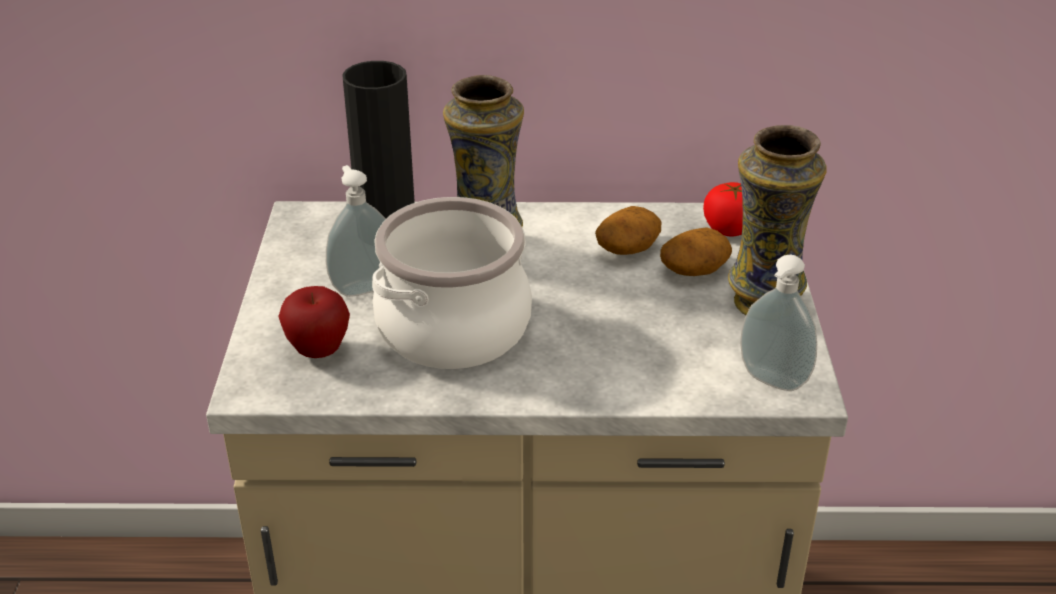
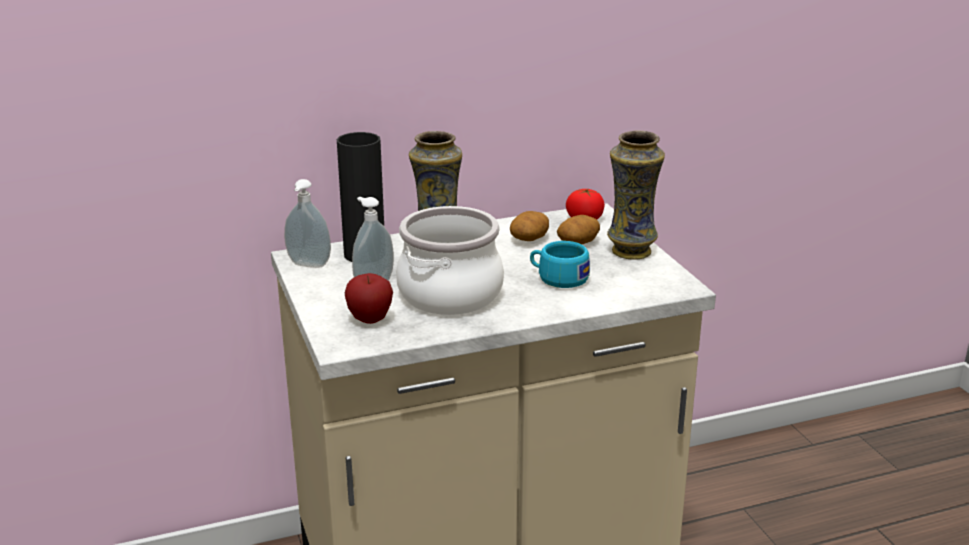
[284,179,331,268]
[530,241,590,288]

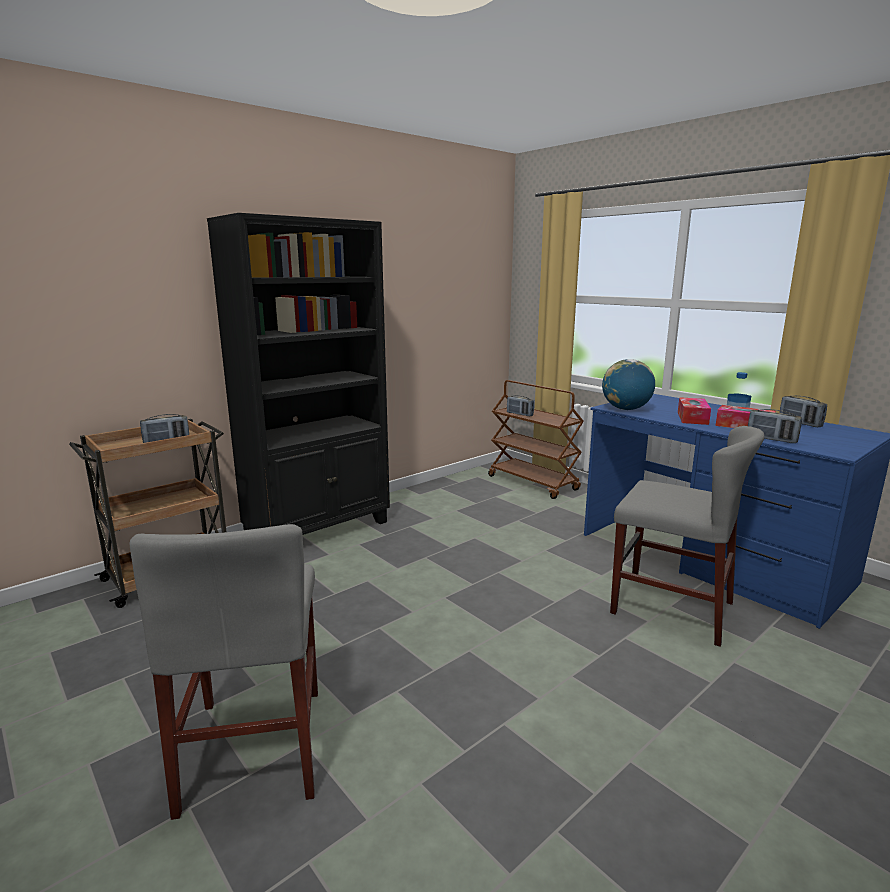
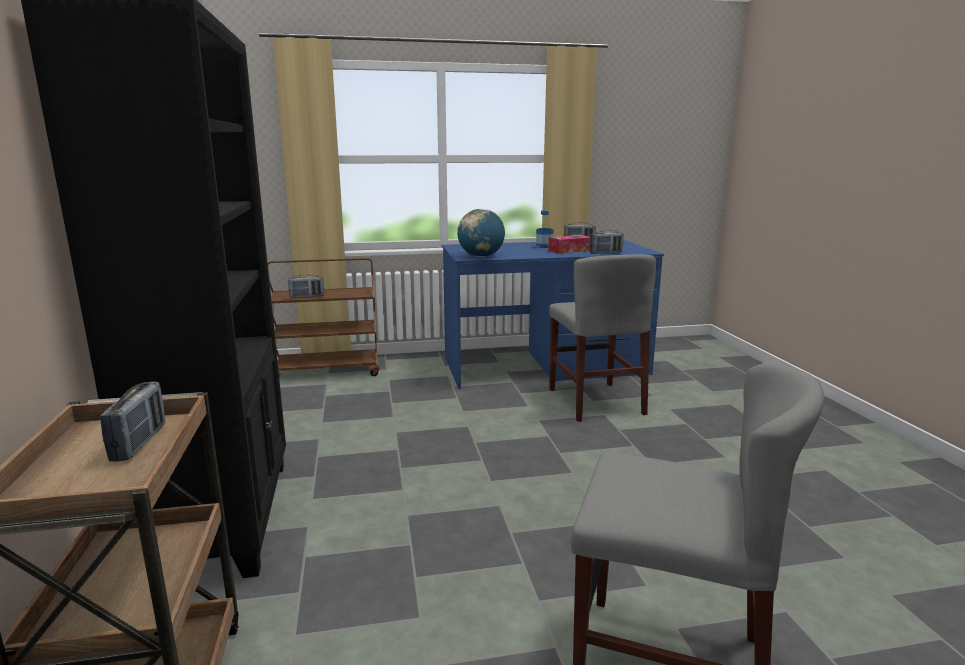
[549,255,656,422]
[678,397,711,425] (first image)

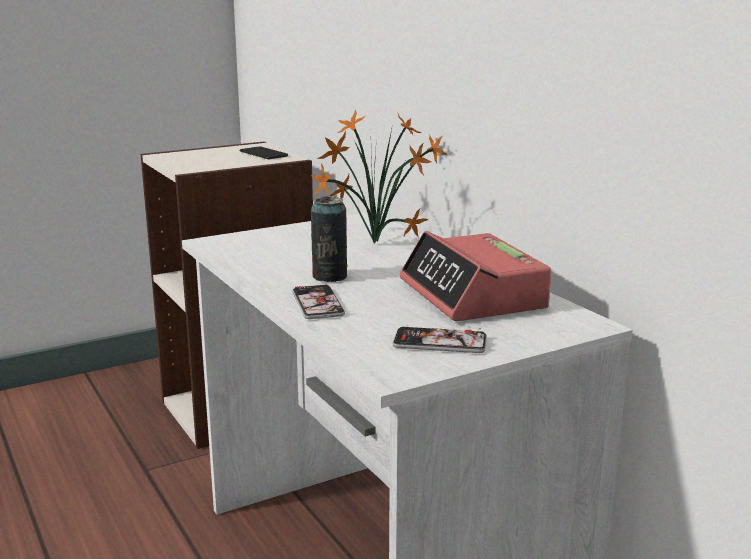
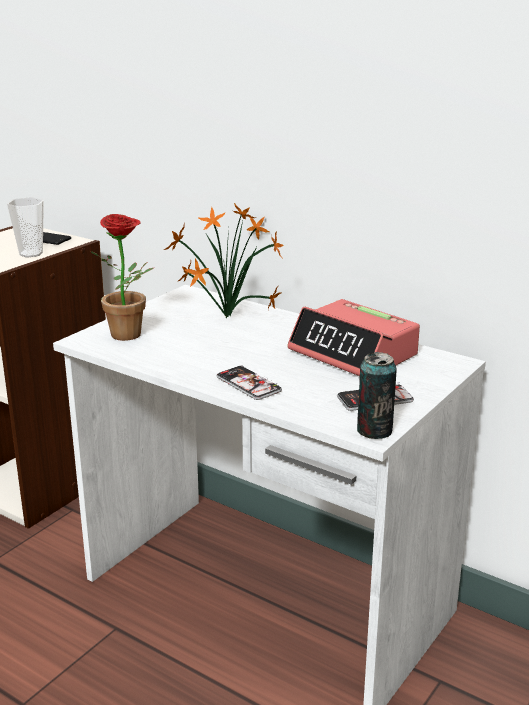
[7,197,44,257]
[90,214,154,341]
[357,352,397,439]

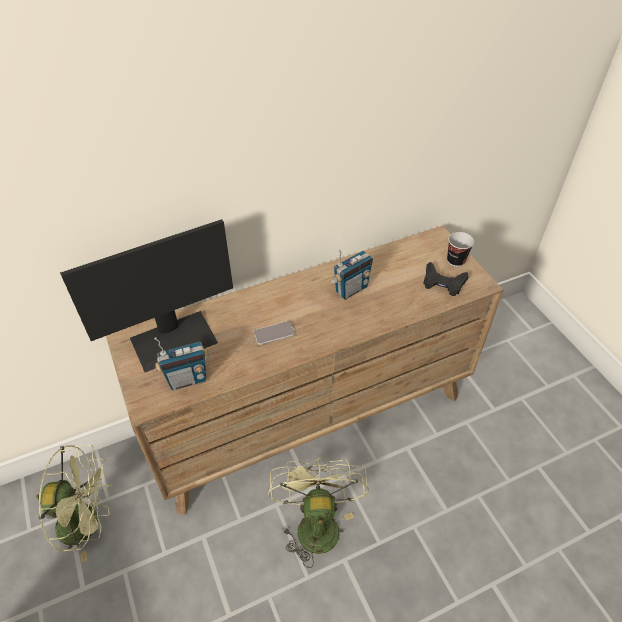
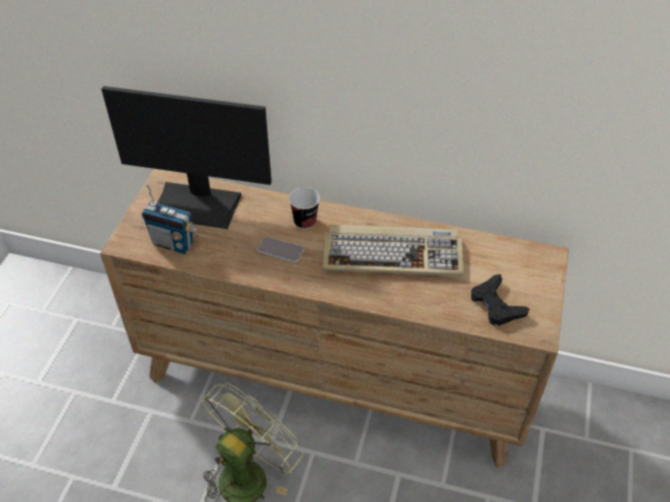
[289,187,320,229]
[323,225,464,276]
[36,445,112,562] (first image)

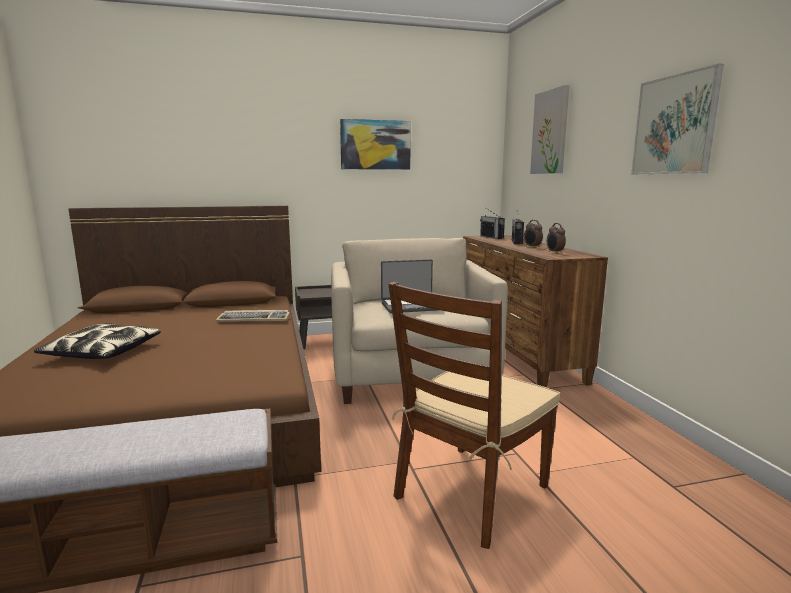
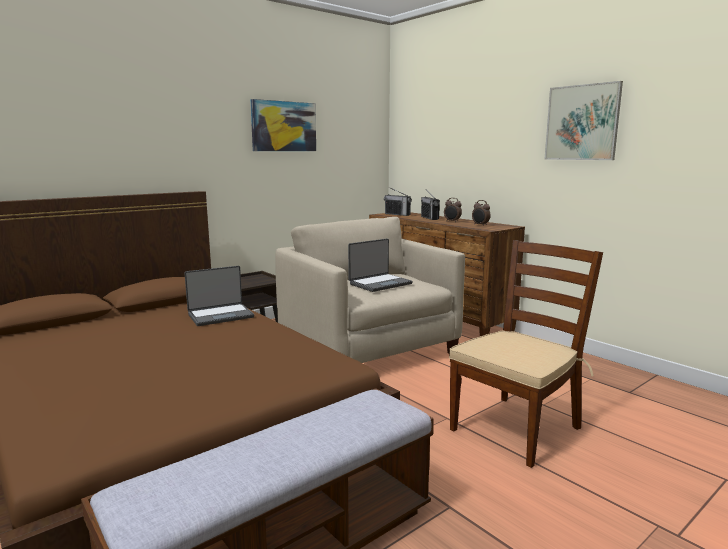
[185,266,254,326]
[449,240,603,468]
[34,323,161,359] (first image)
[530,85,569,174] (first image)

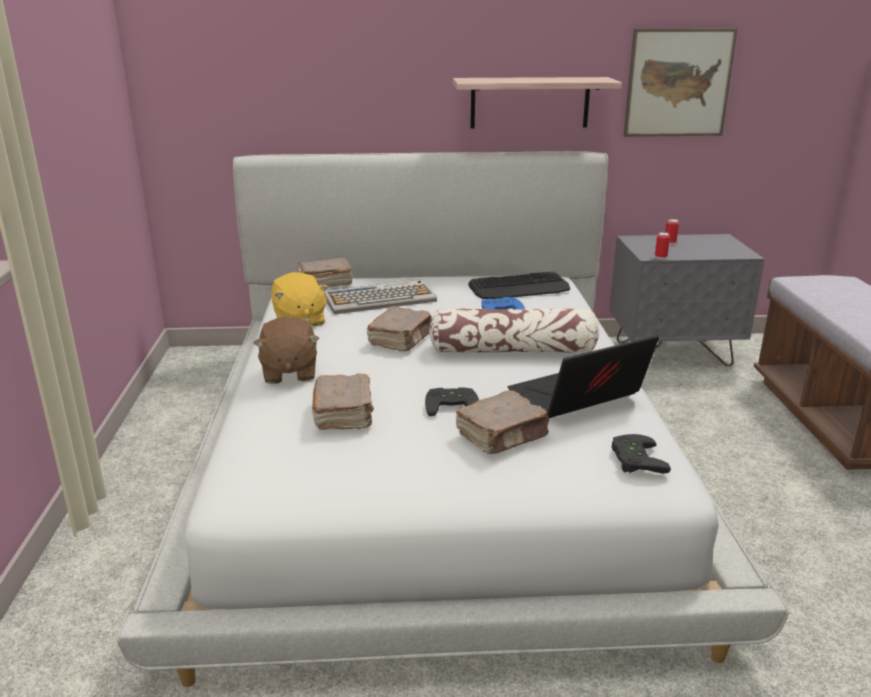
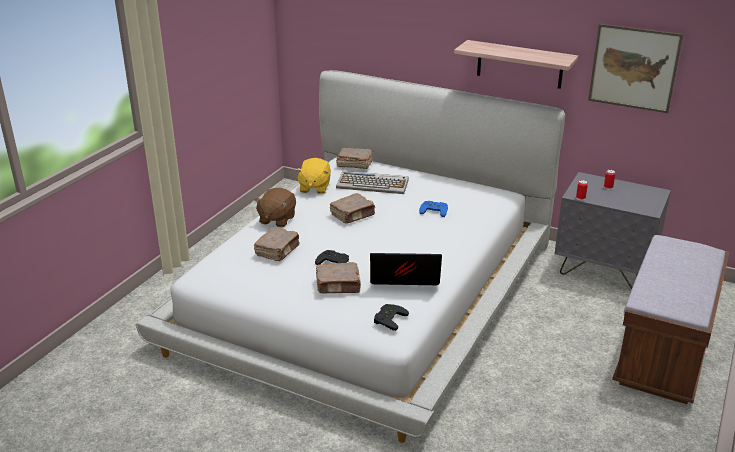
[429,308,599,353] (first image)
[468,272,570,299] (first image)

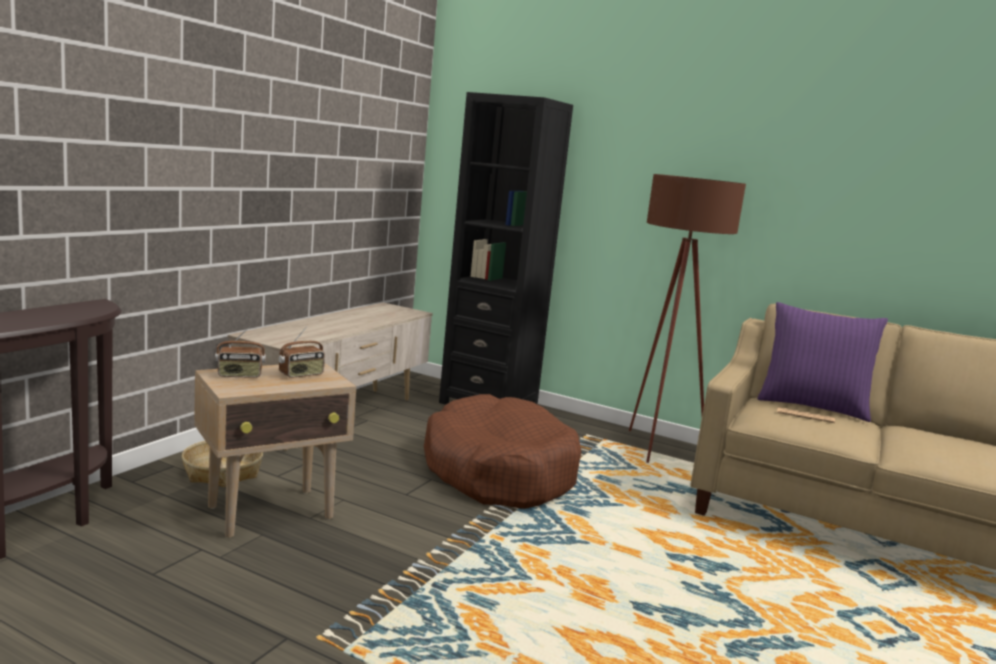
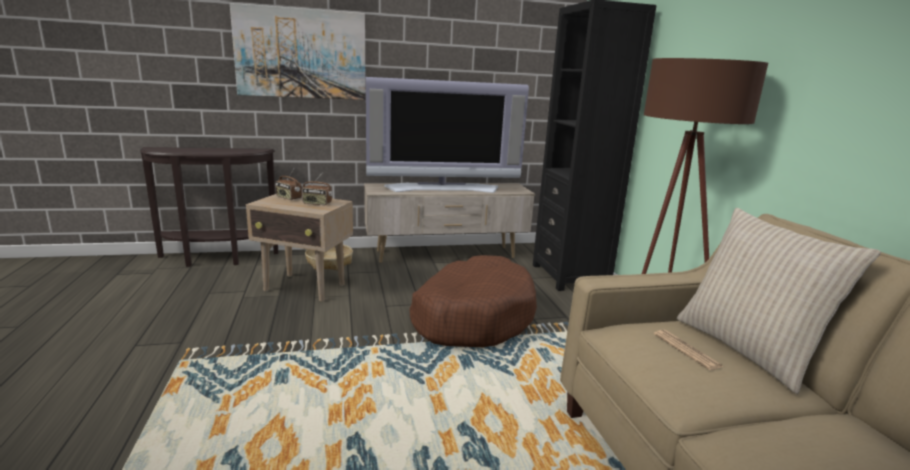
[230,3,366,100]
[366,77,529,193]
[677,208,881,394]

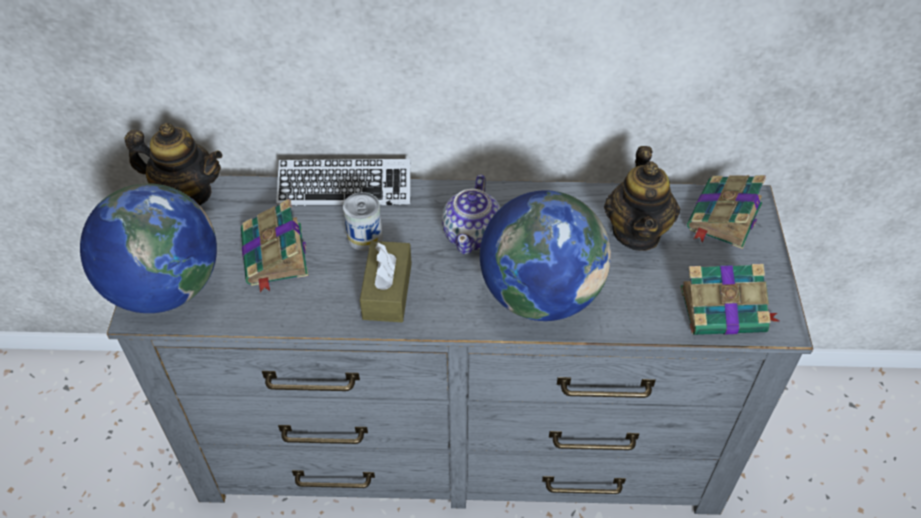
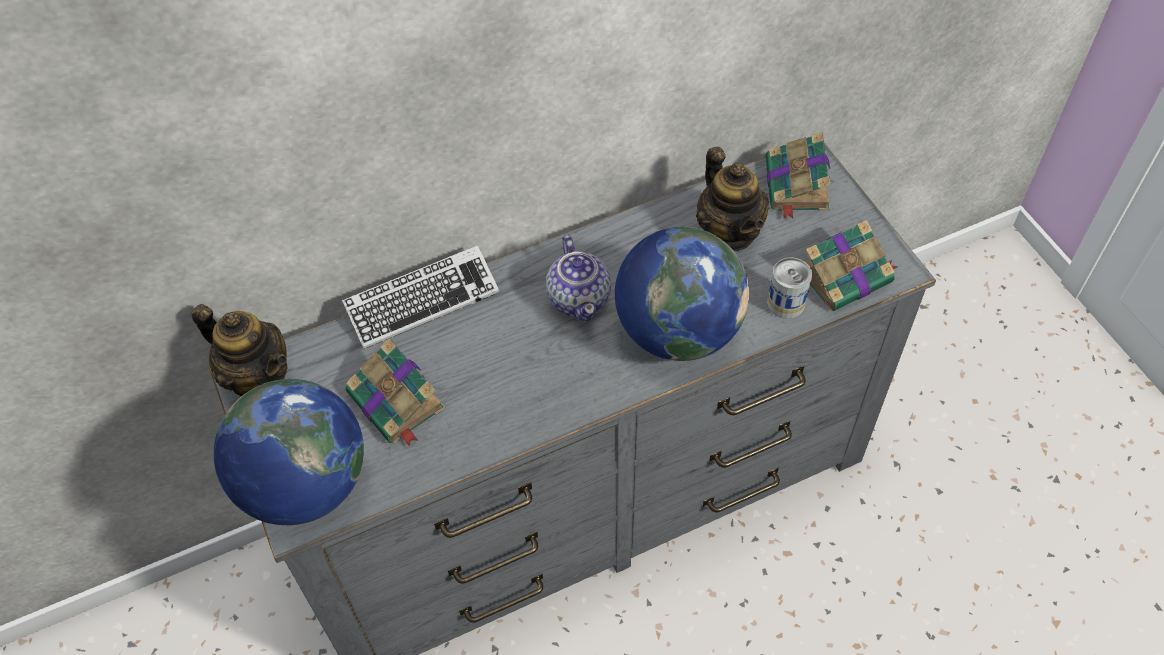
[191,304,287,396]
[767,257,812,319]
[360,241,412,322] (first image)

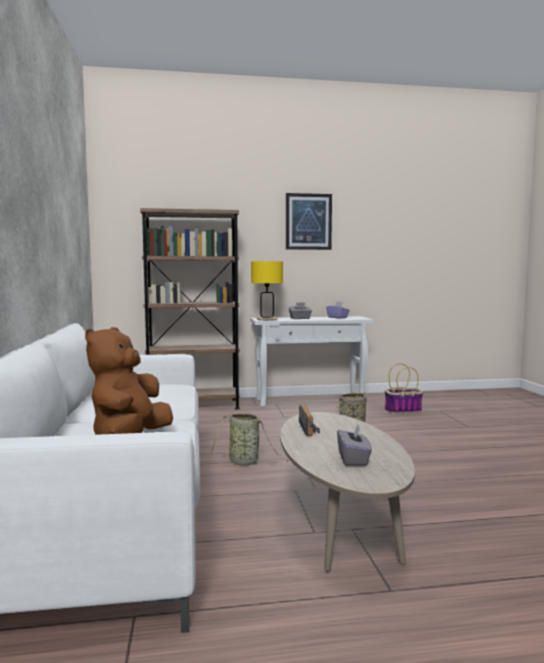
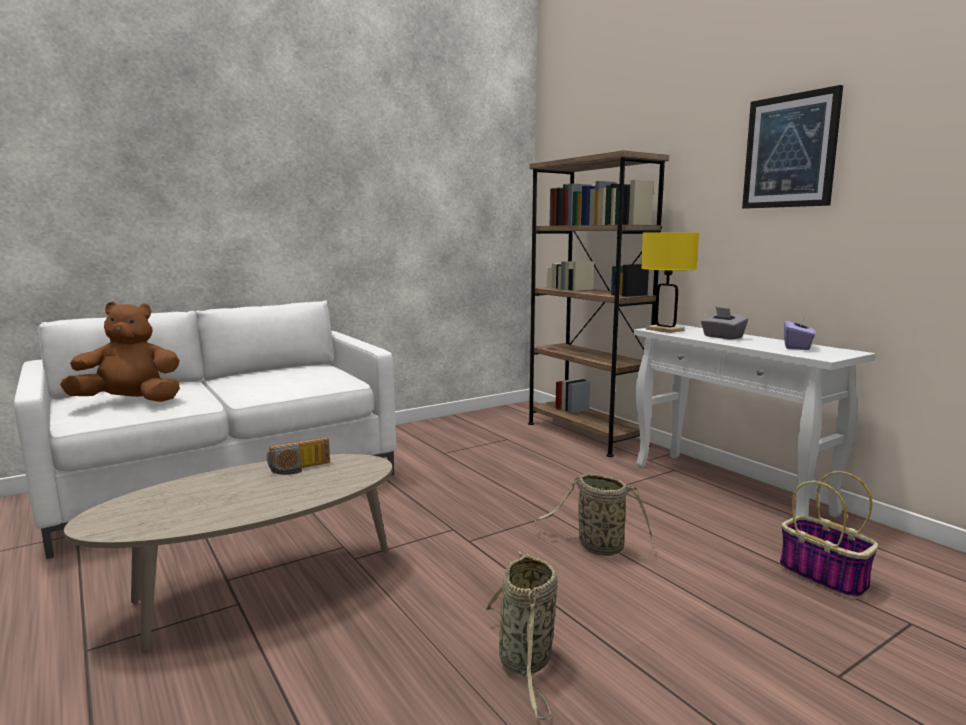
[482,551,558,720]
[337,424,372,466] (first image)

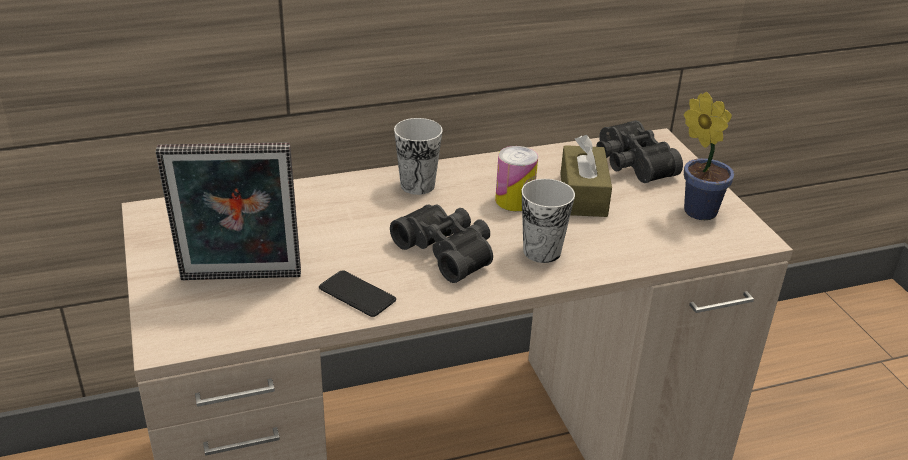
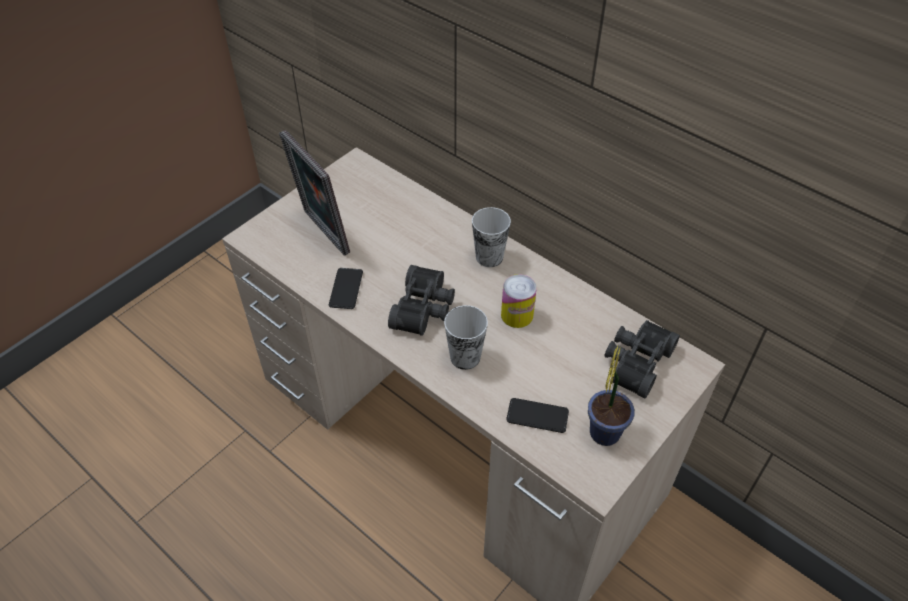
[506,398,569,433]
[560,135,612,217] (first image)

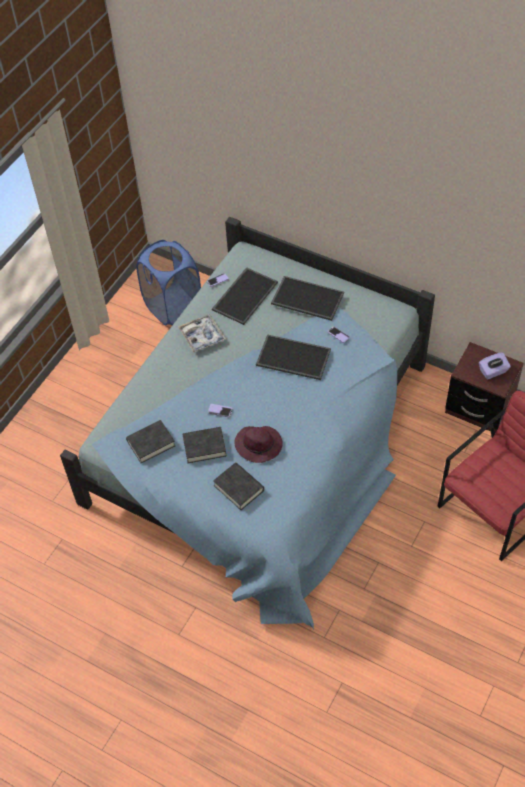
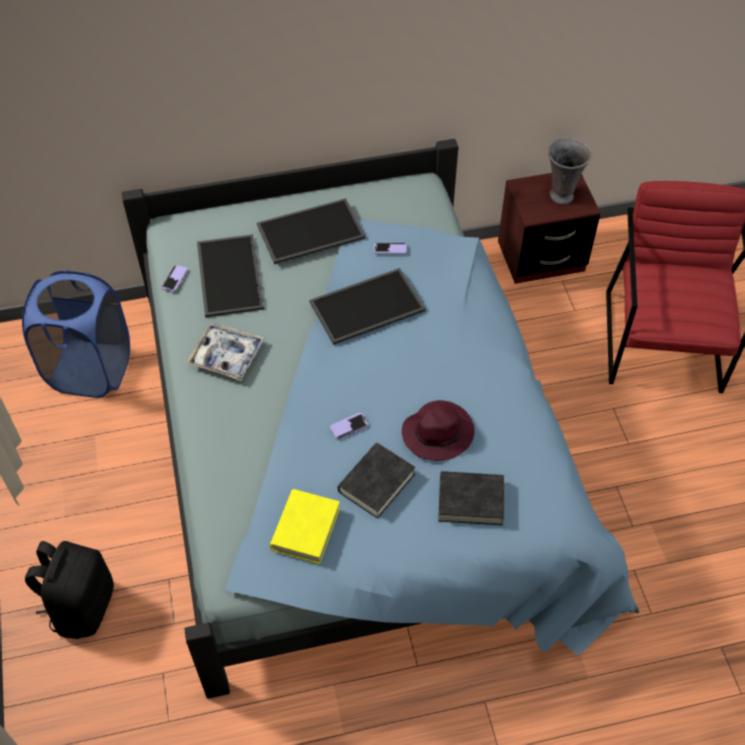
[25,541,114,639]
[270,489,340,564]
[549,137,592,205]

